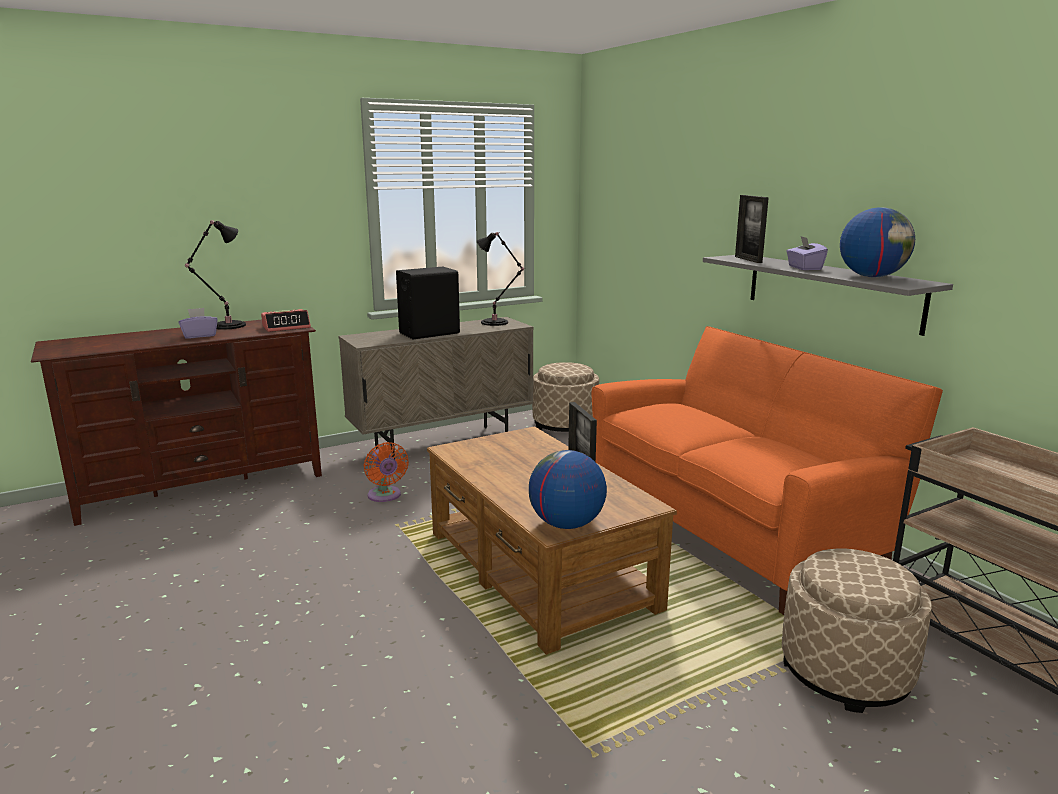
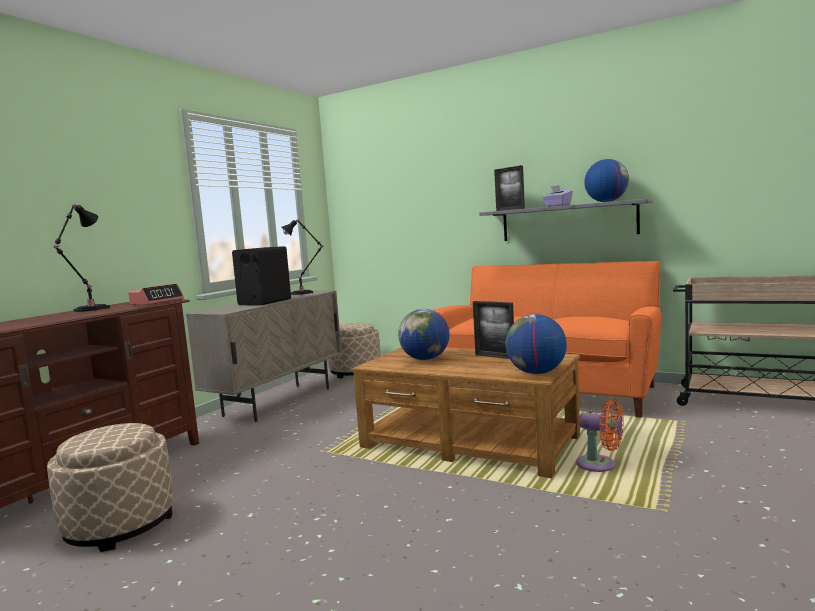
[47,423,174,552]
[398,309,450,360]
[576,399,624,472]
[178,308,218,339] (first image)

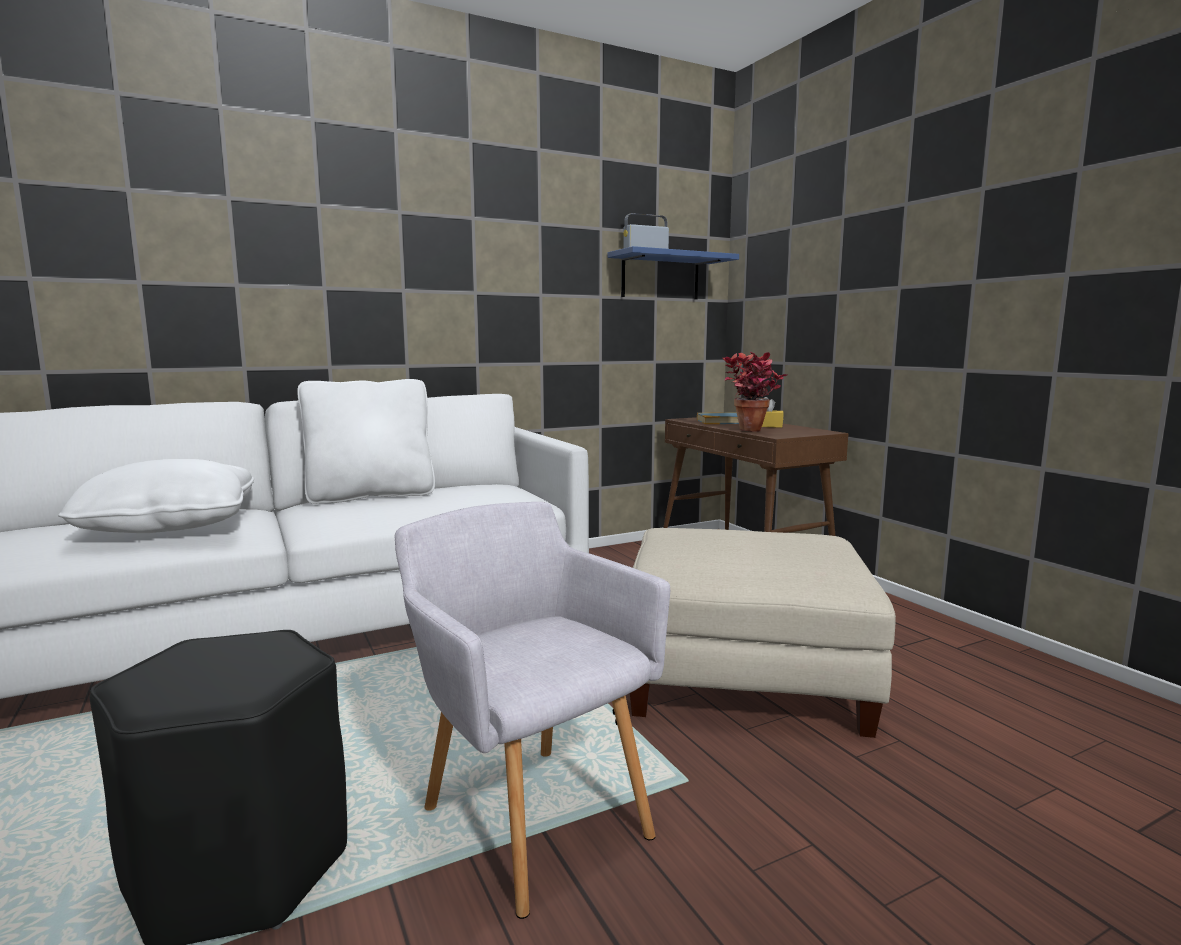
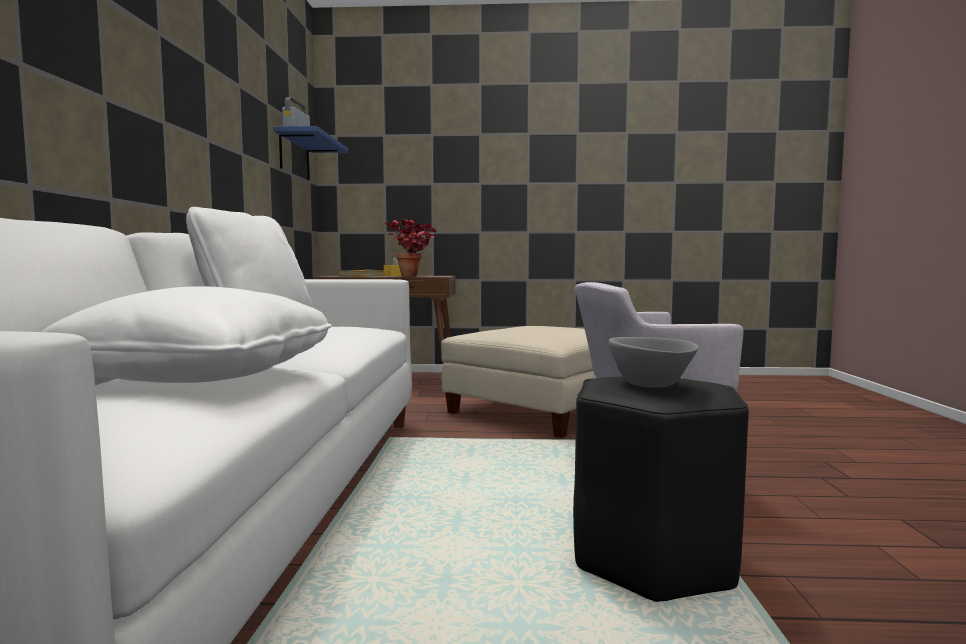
[609,337,698,388]

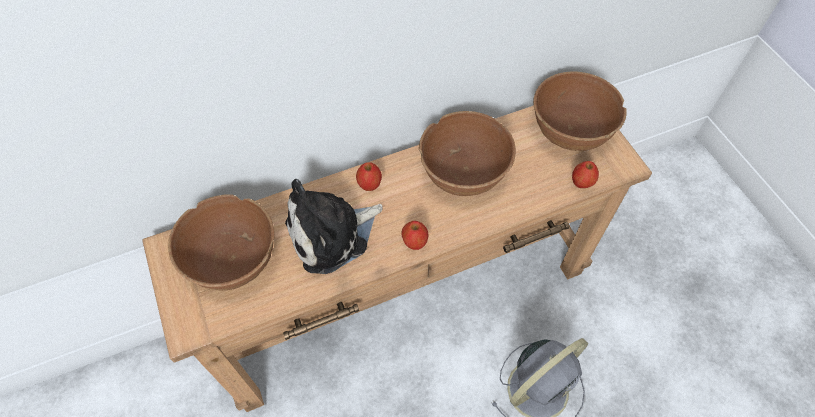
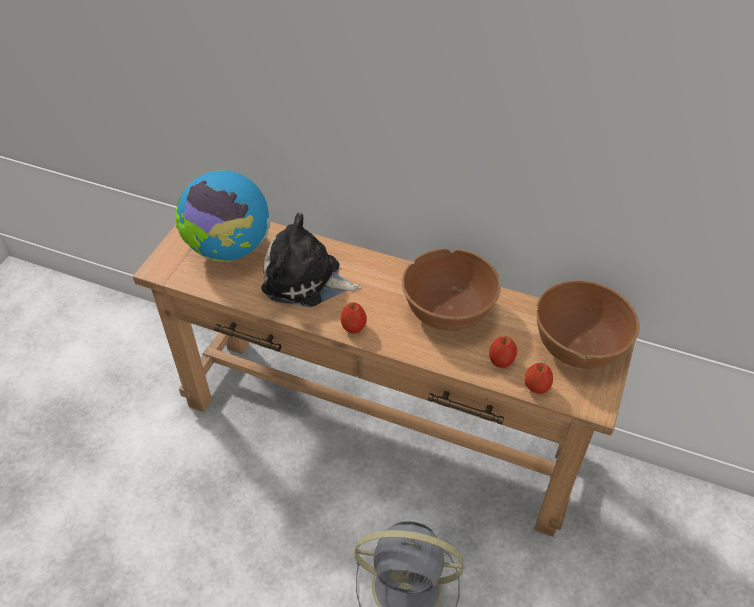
[175,170,270,262]
[489,336,517,368]

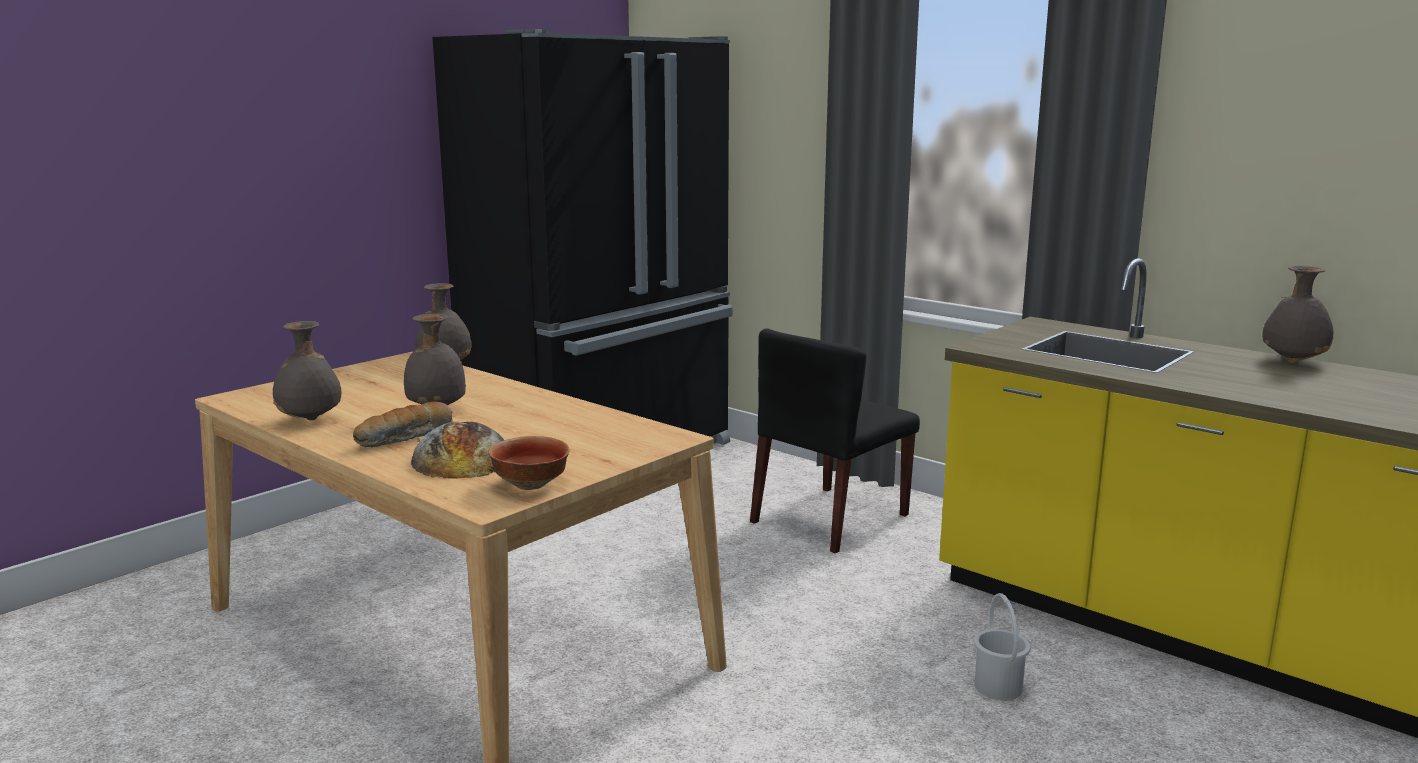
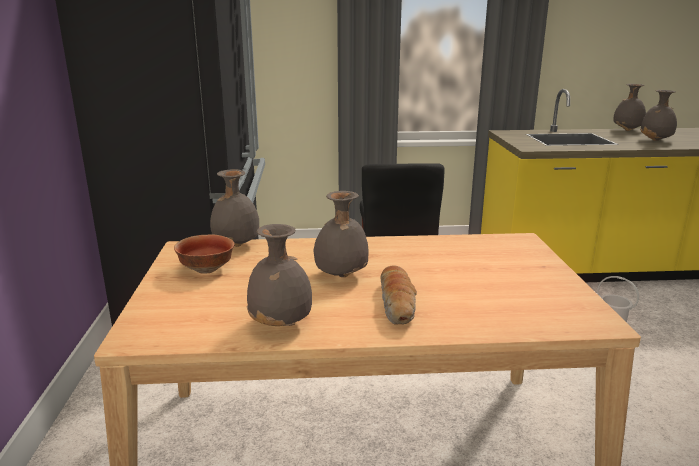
[174,234,234,274]
[640,90,677,141]
[411,422,504,479] (first image)

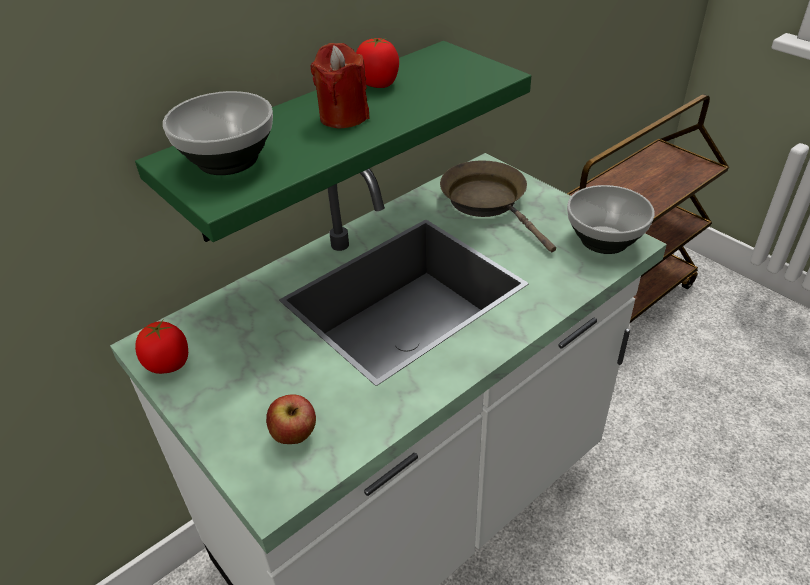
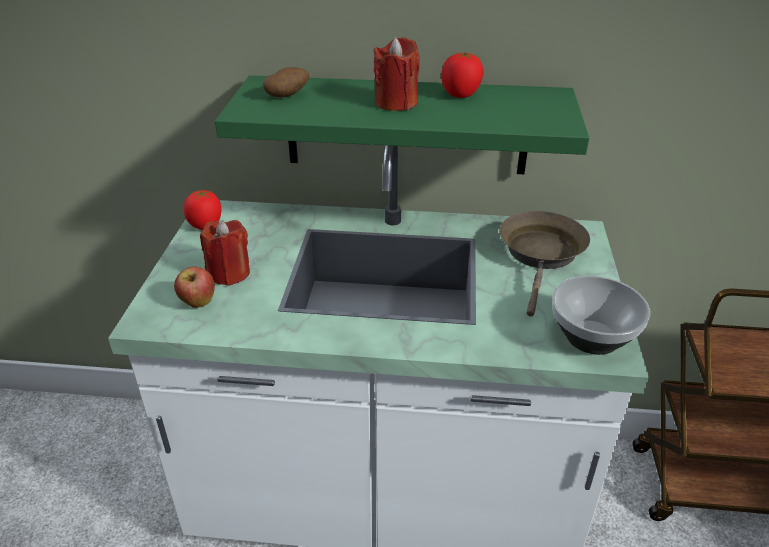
[200,220,250,286]
[263,67,309,97]

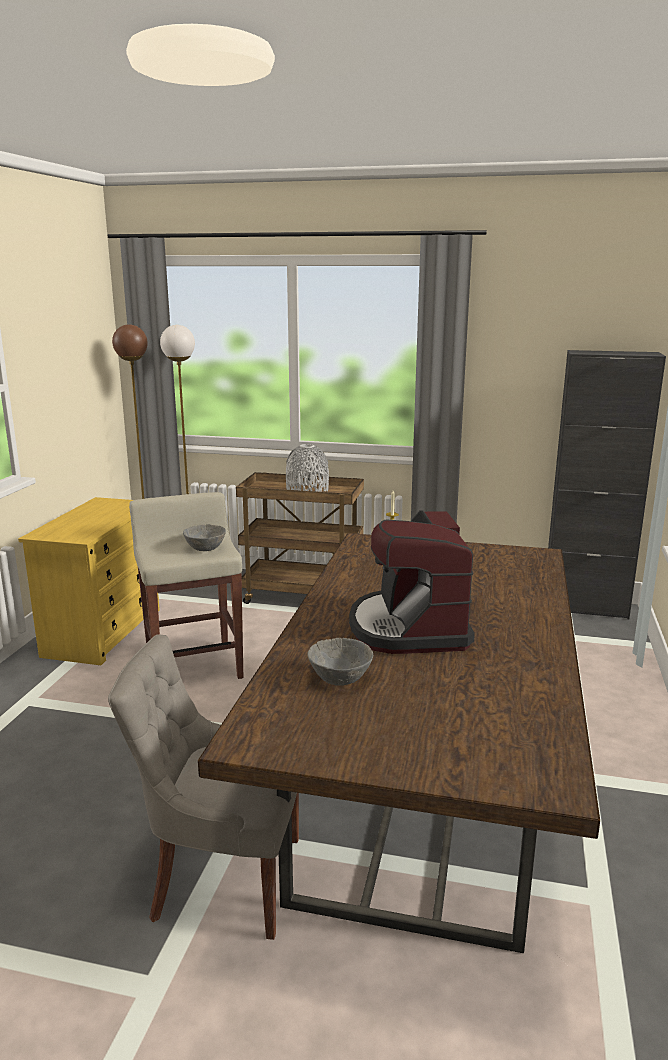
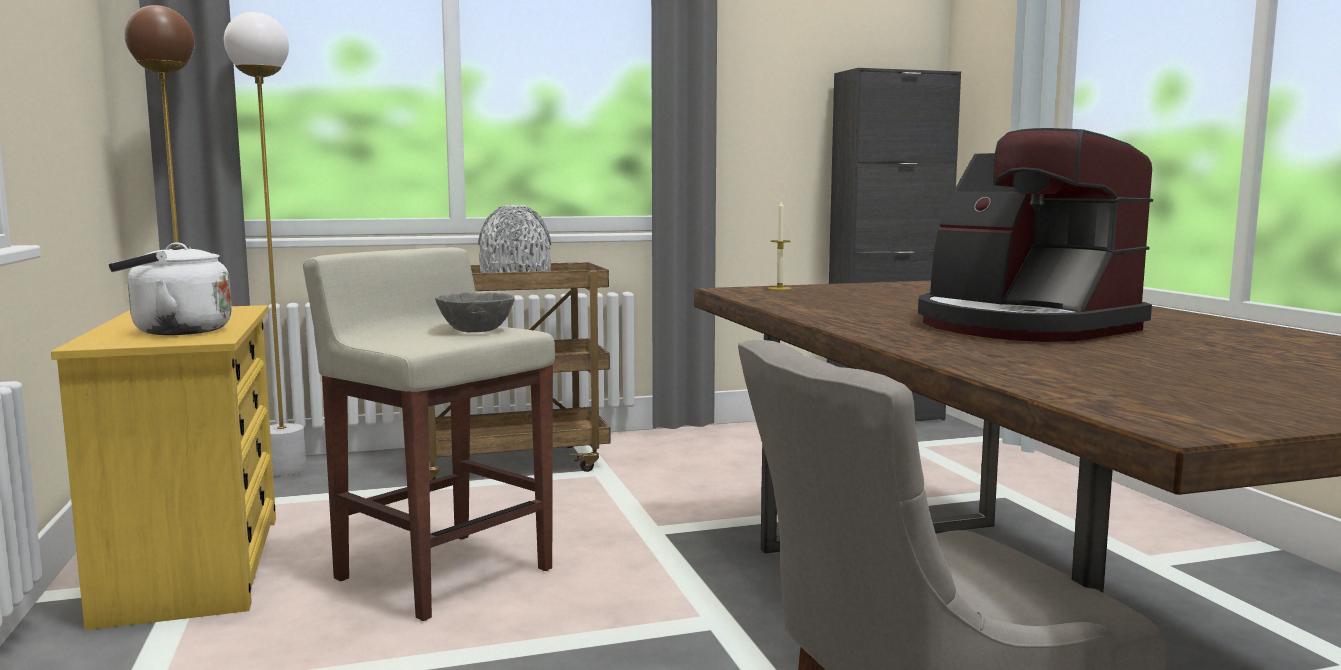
[109,242,232,335]
[307,638,373,686] (first image)

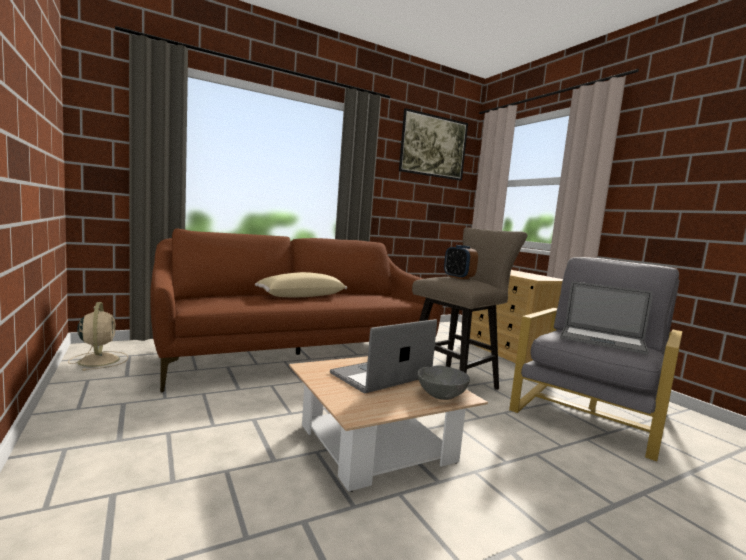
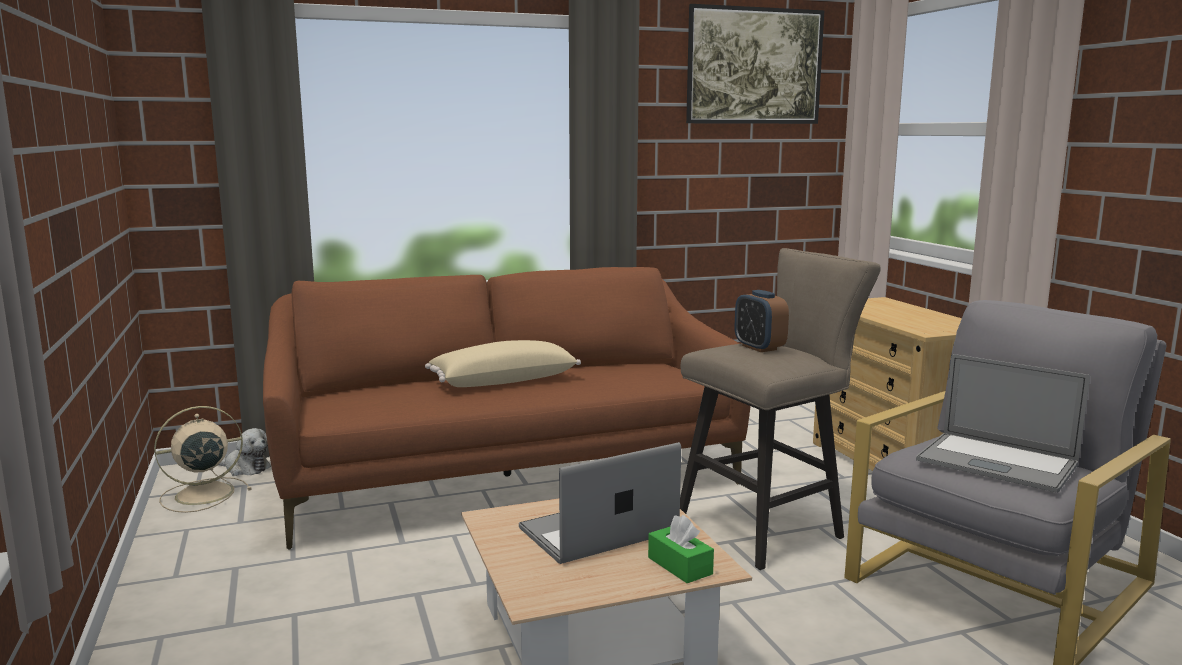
[154,406,252,513]
[219,428,271,476]
[648,515,714,583]

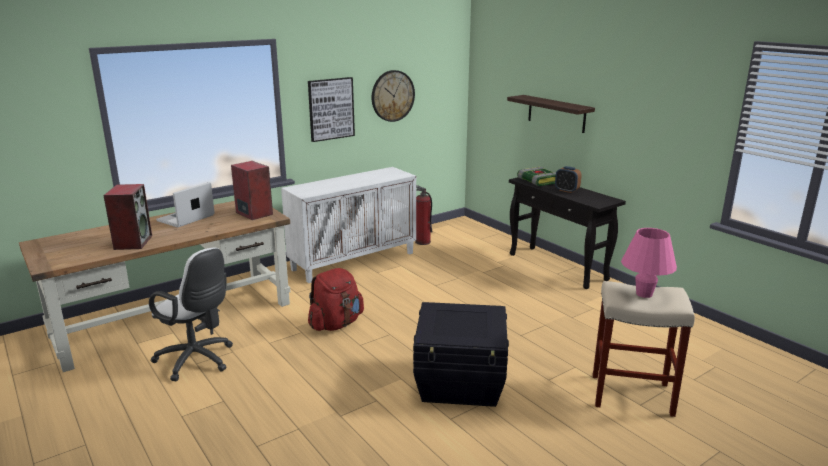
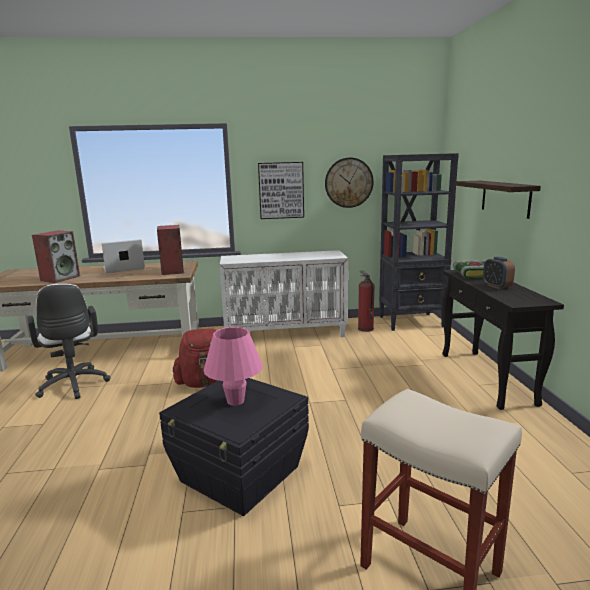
[204,327,263,406]
[379,153,459,331]

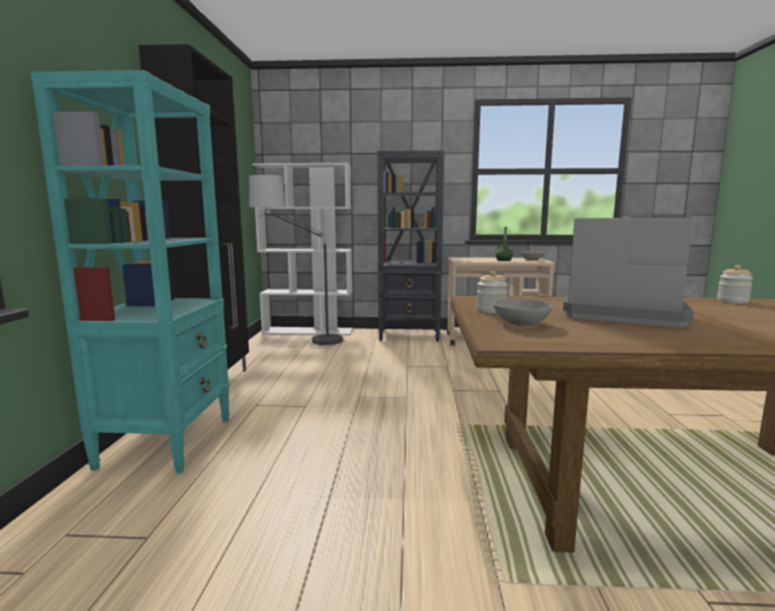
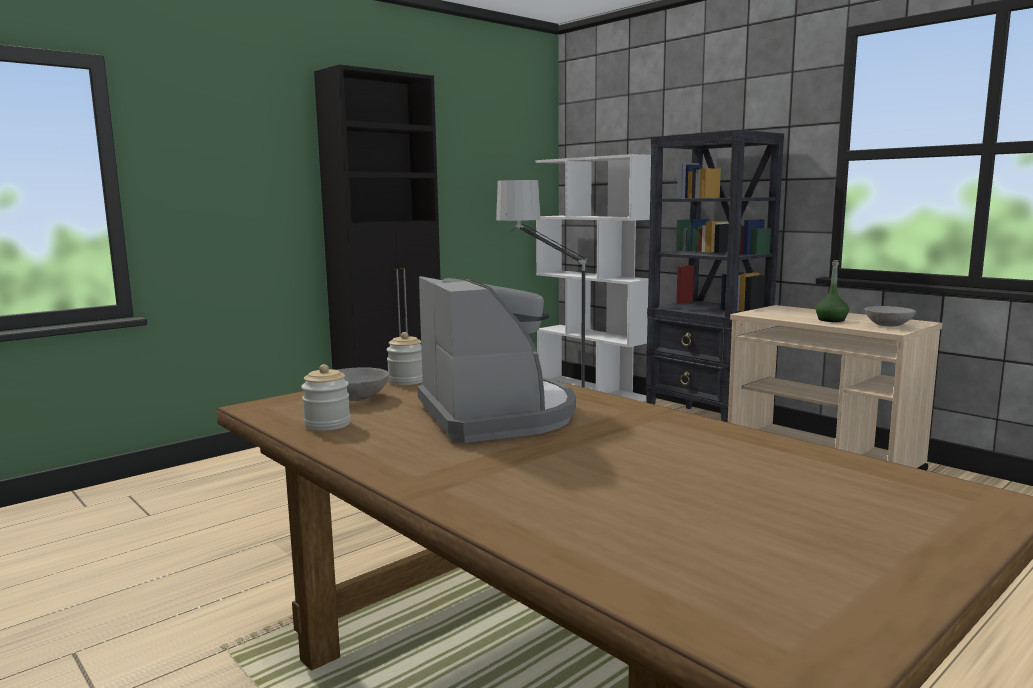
[301,364,351,431]
[31,70,230,473] (first image)

